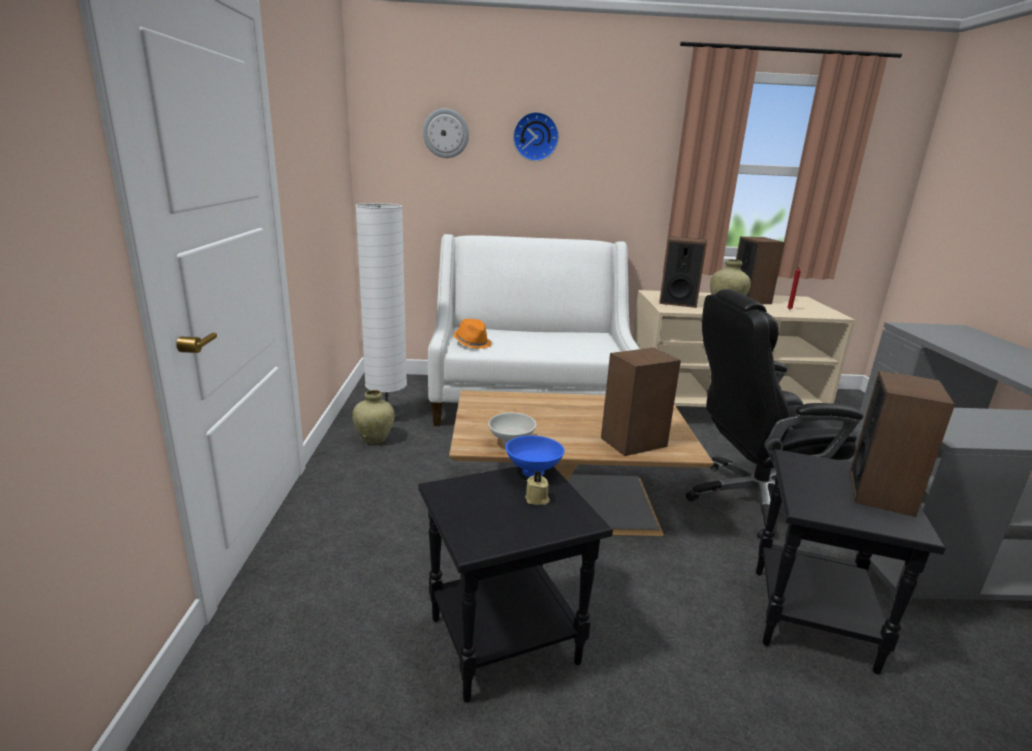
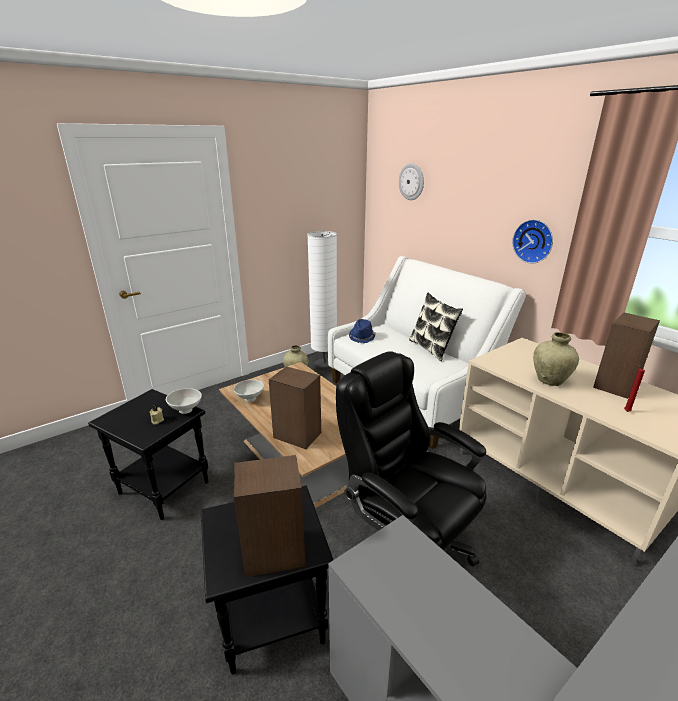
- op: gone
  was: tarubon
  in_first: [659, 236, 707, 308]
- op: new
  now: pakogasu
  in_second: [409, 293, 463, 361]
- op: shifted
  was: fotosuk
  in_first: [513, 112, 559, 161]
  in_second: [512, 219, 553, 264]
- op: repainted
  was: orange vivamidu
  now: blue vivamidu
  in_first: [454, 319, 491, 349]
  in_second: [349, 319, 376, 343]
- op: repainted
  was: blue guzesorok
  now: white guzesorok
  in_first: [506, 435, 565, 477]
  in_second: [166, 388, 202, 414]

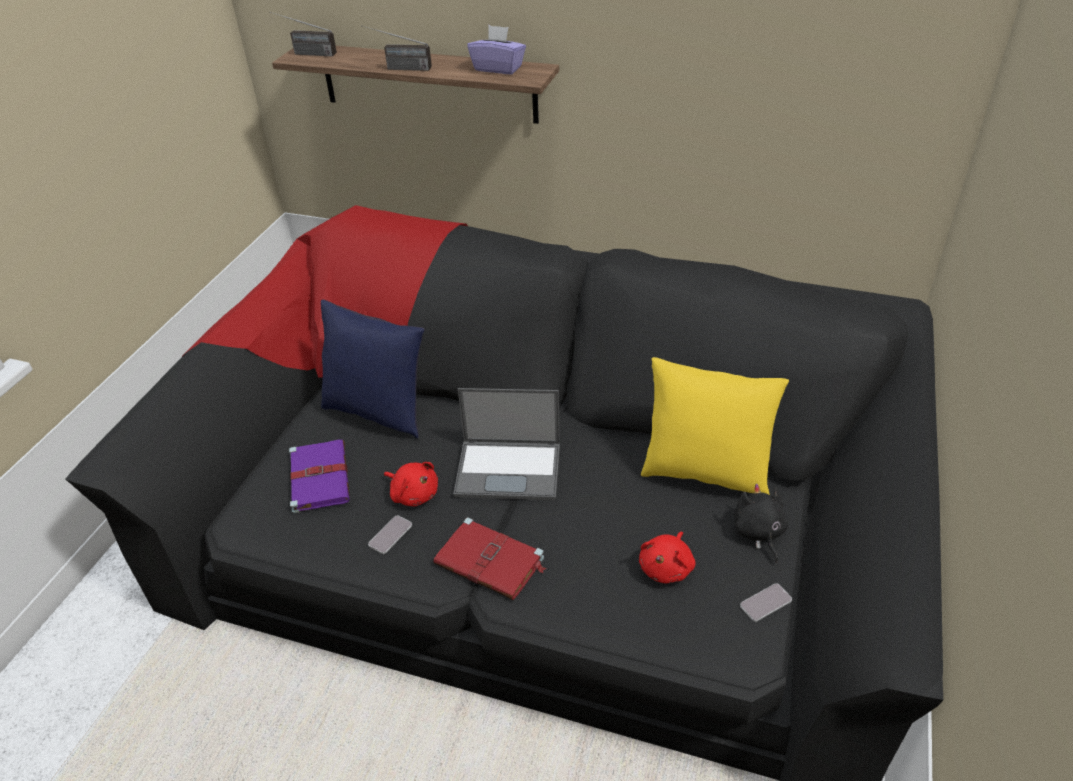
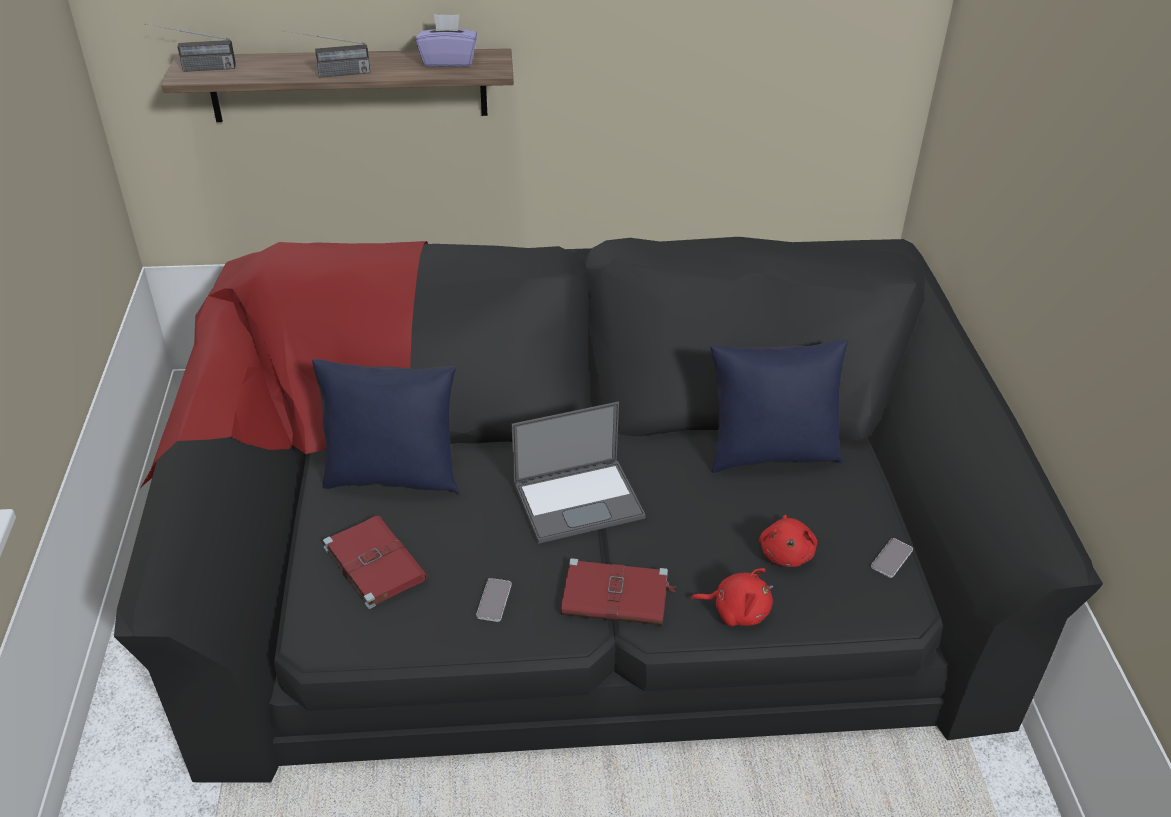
- op: gone
  was: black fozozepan
  in_first: [734, 483, 788, 563]
- op: shifted
  was: red fozozepan
  in_first: [384, 462, 438, 506]
  in_second: [691, 568, 773, 626]
- op: repainted
  was: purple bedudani
  now: red bedudani
  in_first: [289, 440, 350, 514]
  in_second: [323, 515, 427, 609]
- op: repainted
  was: yellow pakogasu
  now: blue pakogasu
  in_first: [641, 357, 789, 495]
  in_second: [710, 339, 848, 473]

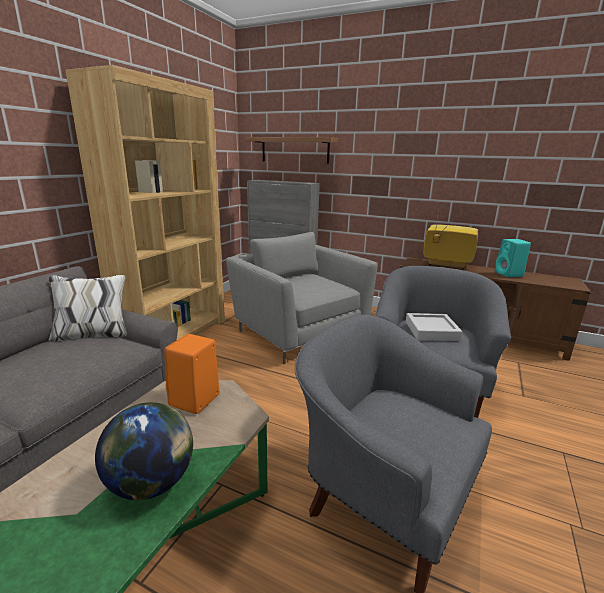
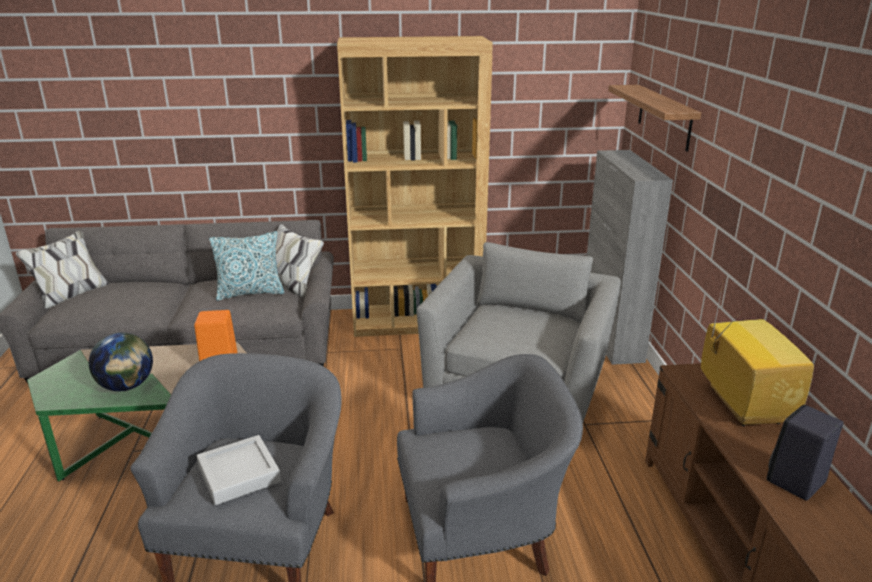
- op: new
  now: pakogasu
  in_second: [209, 231, 285, 301]
- op: shifted
  was: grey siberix
  in_first: [406, 313, 462, 341]
  in_second: [197, 435, 281, 505]
- op: repainted
  was: turquoise tarubon
  now: black tarubon
  in_first: [495, 239, 531, 277]
  in_second: [766, 405, 843, 501]

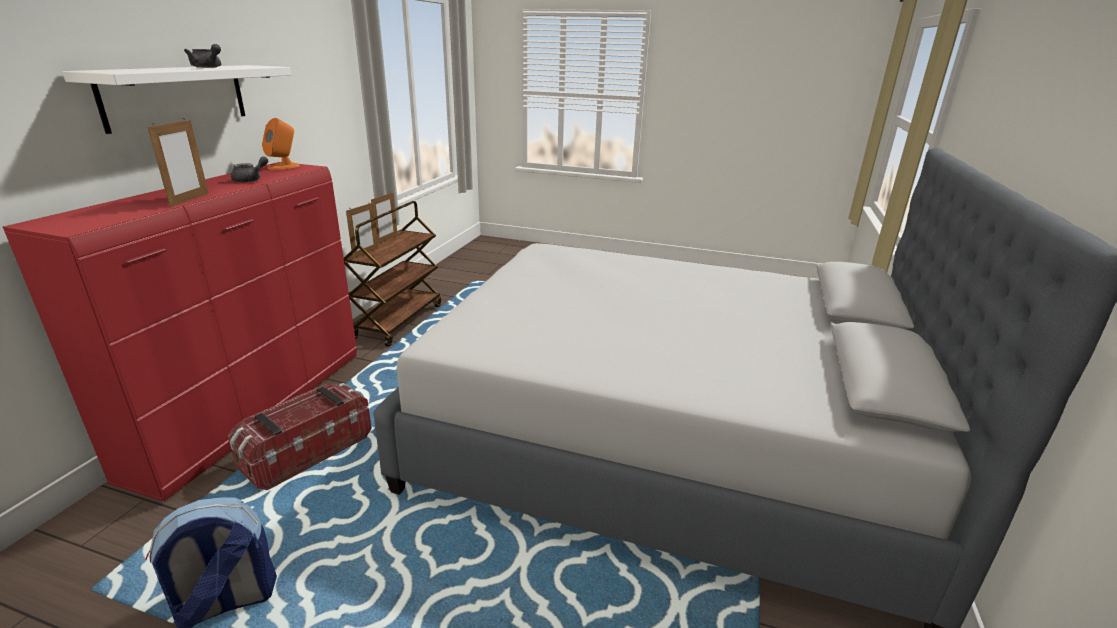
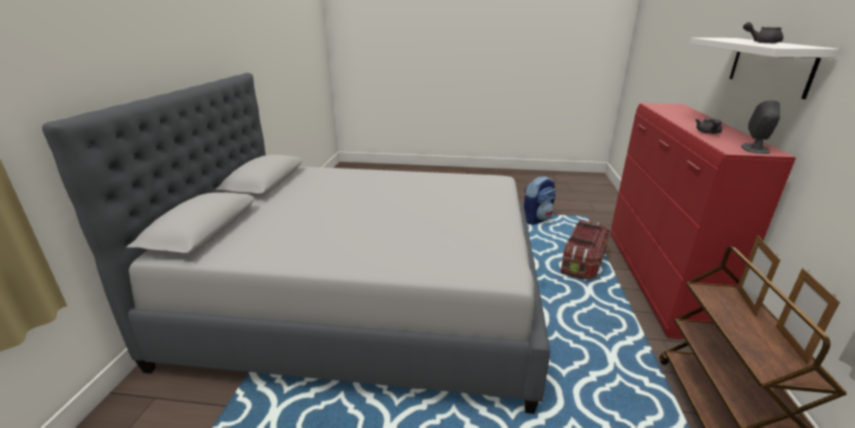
- op: gone
  was: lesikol
  in_first: [148, 119, 209, 207]
- op: repainted
  was: orange tarubon
  now: grey tarubon
  in_first: [262, 118, 300, 170]
  in_second: [741, 100, 780, 154]

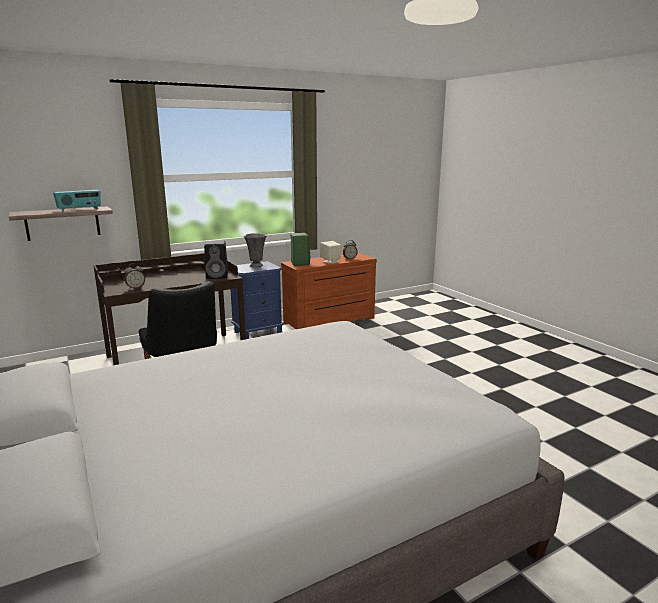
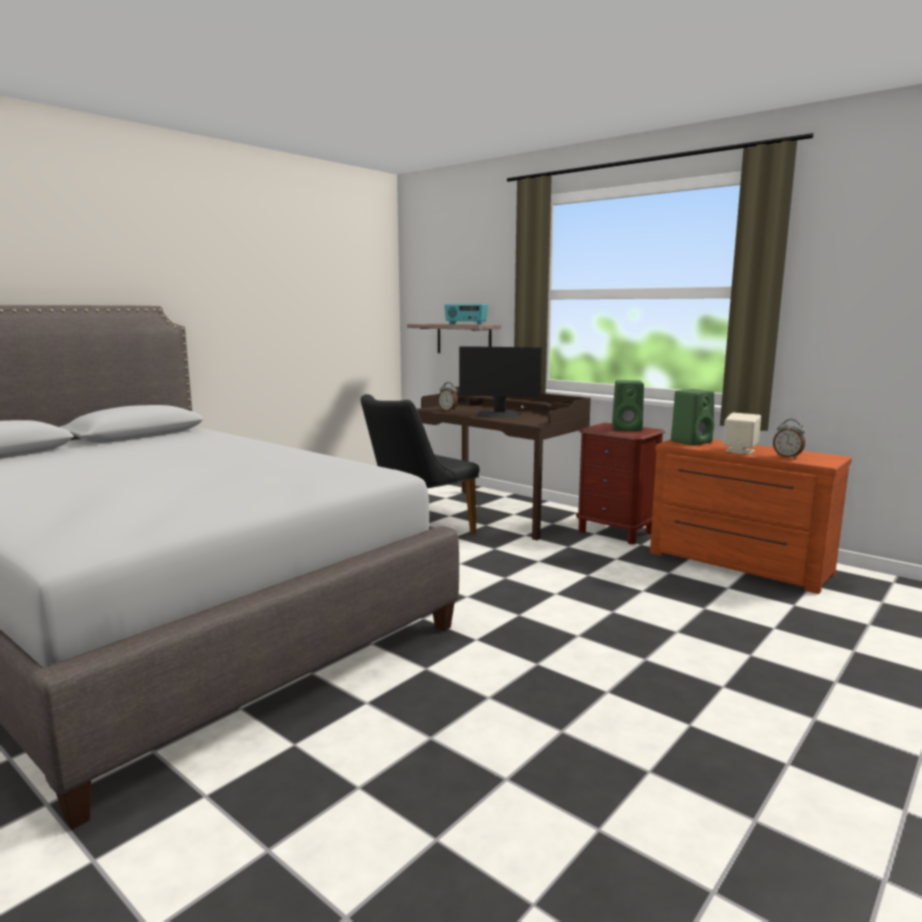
- op: gone
  was: black tarubon
  in_first: [204, 241, 228, 279]
- op: new
  now: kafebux
  in_second: [459, 346, 542, 418]
- op: swapped
  was: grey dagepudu
  now: green tarubon
  in_first: [244, 233, 267, 267]
  in_second: [612, 380, 644, 431]
- op: repainted
  was: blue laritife
  now: brown laritife
  in_first: [230, 261, 284, 339]
  in_second: [576, 423, 665, 544]

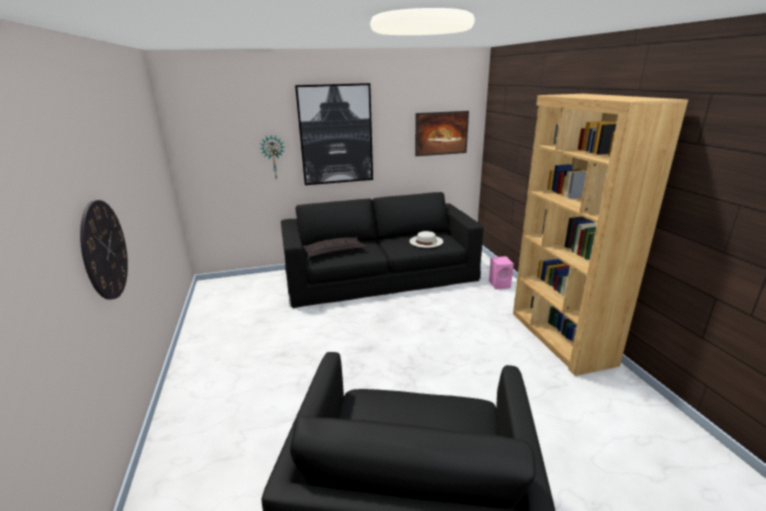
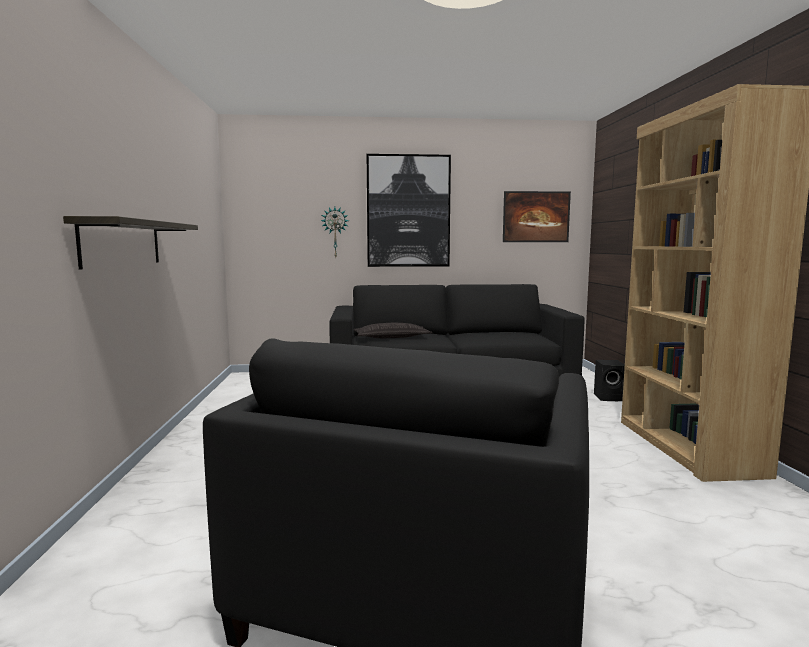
- op: gone
  was: white vivamidu
  in_first: [410, 231, 443, 248]
- op: swapped
  was: fotosuk
  now: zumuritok
  in_first: [80, 200, 128, 300]
  in_second: [63, 216, 198, 270]
- op: repainted
  was: pink tarubon
  now: black tarubon
  in_first: [489, 256, 514, 289]
  in_second: [594, 360, 625, 401]

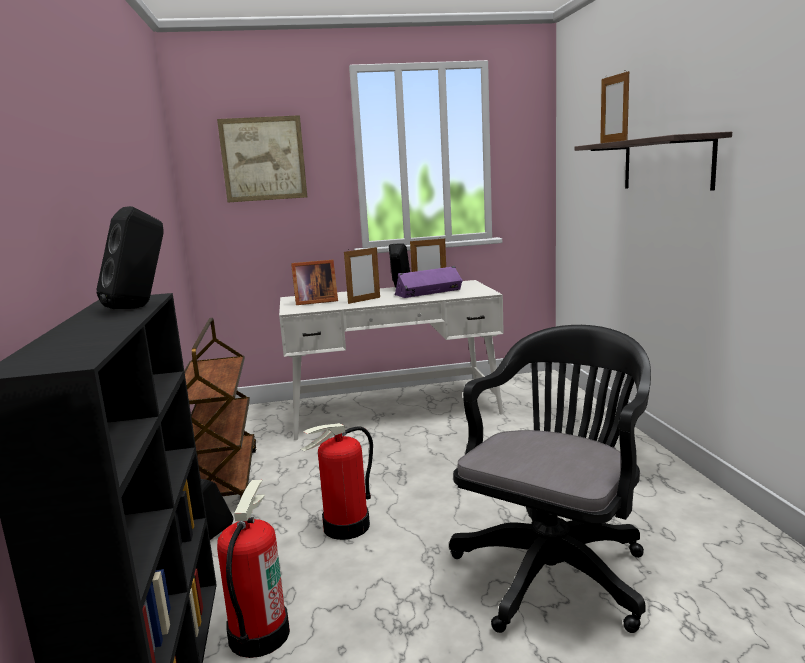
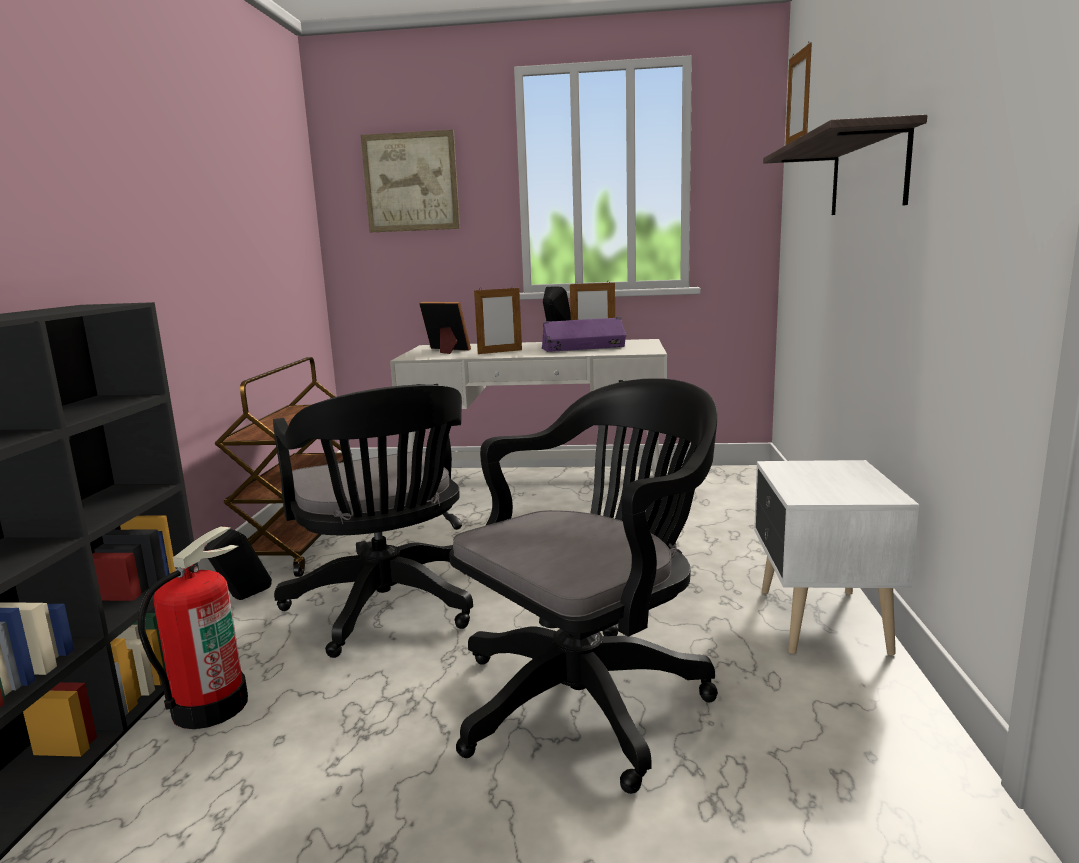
- op: gone
  was: black tarubon
  in_first: [96, 206, 164, 309]
- op: new
  now: white laritife
  in_second: [754, 460, 919, 656]
- op: swapped
  was: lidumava
  now: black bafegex
  in_first: [301, 423, 373, 540]
  in_second: [273, 385, 473, 658]
- op: rotated
  was: lesikol
  in_first: [291, 260, 338, 305]
  in_second: [419, 302, 471, 354]
  clockwise: -150

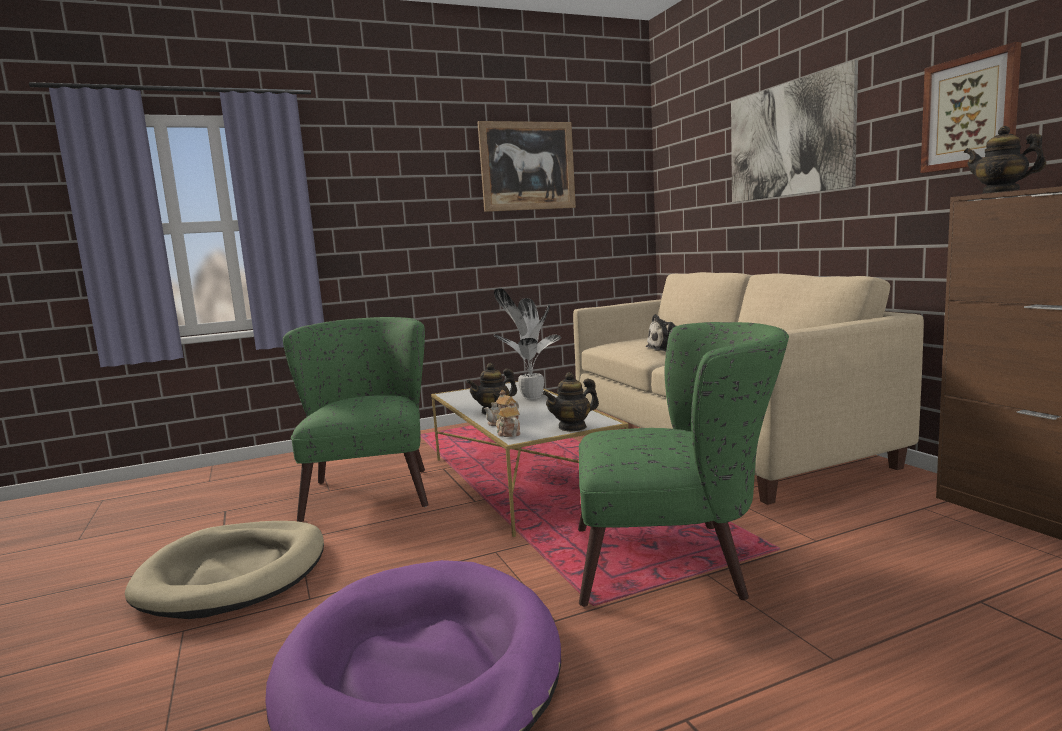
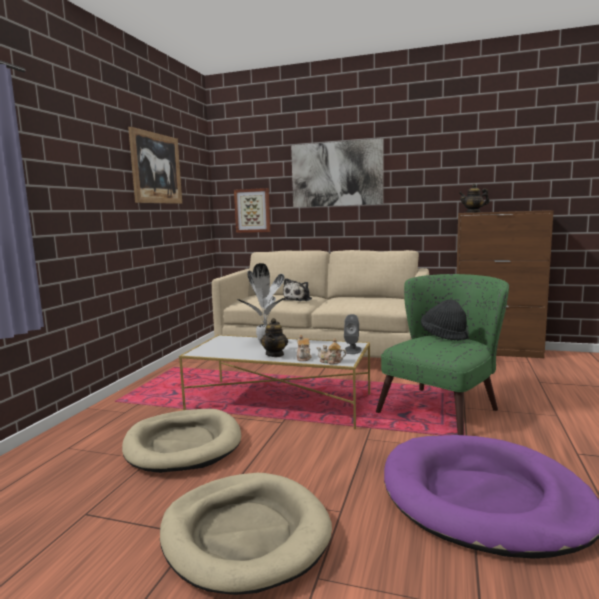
- op: new
  now: black vivamidu
  in_second: [421, 299, 468, 341]
- op: shifted
  was: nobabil
  in_first: [921, 42, 1022, 173]
  in_second: [234, 188, 270, 233]
- op: swapped
  was: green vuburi
  now: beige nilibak
  in_first: [283, 317, 429, 522]
  in_second: [122, 409, 241, 473]
- op: swapped
  was: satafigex
  now: grey tarubon
  in_first: [542, 372, 599, 432]
  in_second: [344, 314, 361, 354]

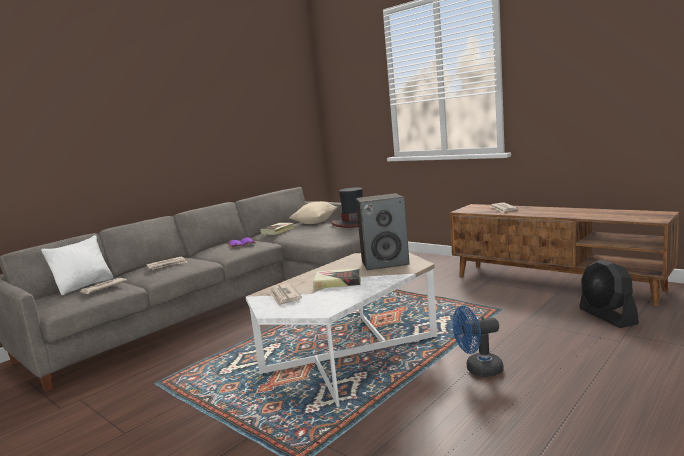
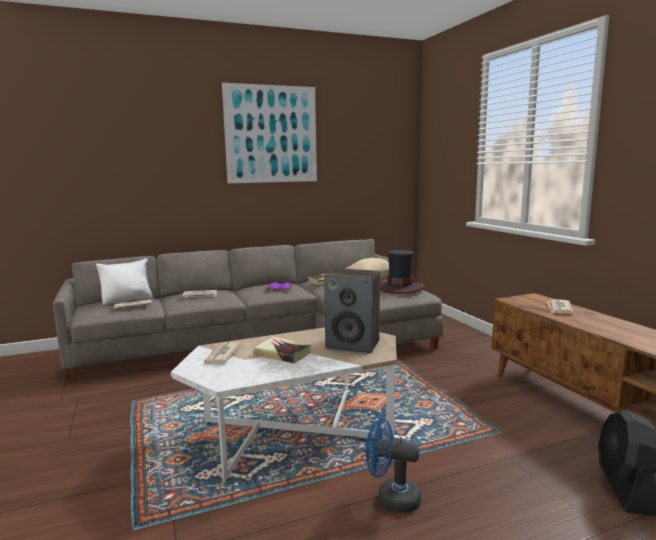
- op: new
  now: nobabil
  in_second: [222, 83, 317, 183]

